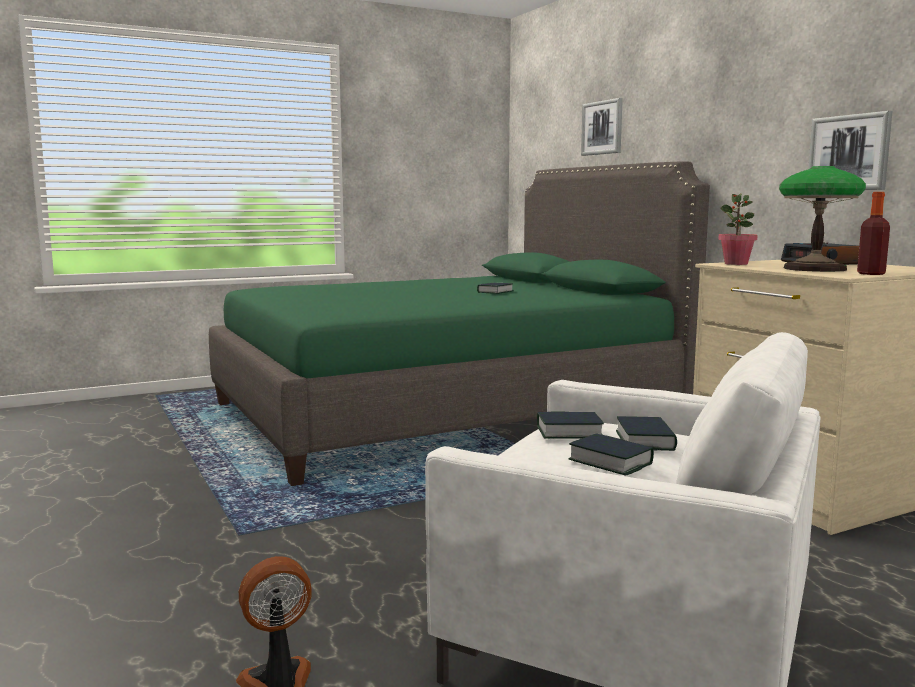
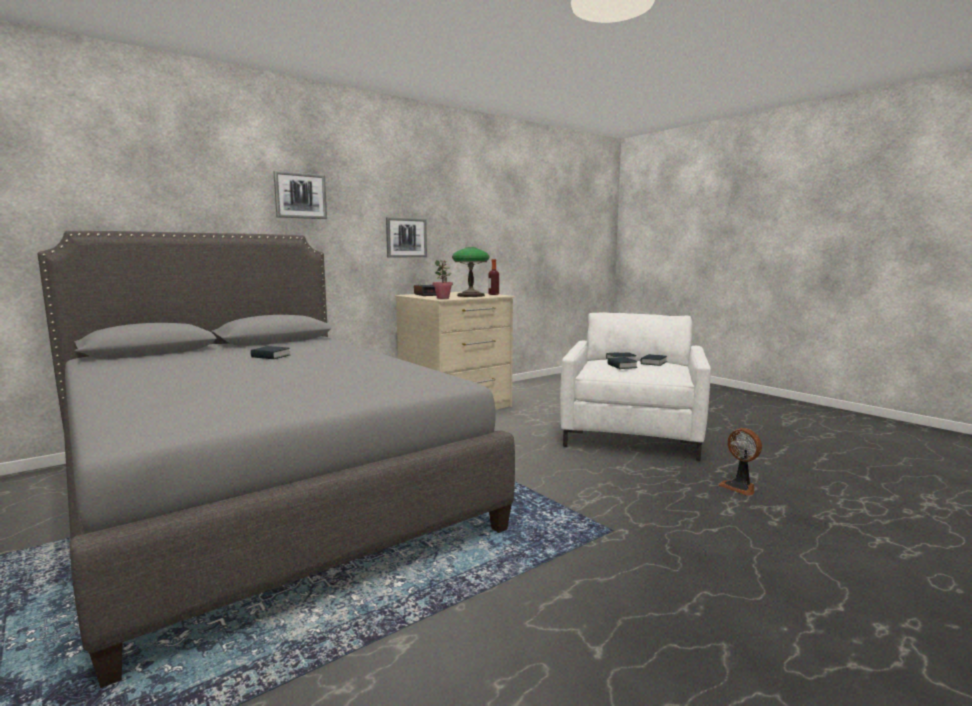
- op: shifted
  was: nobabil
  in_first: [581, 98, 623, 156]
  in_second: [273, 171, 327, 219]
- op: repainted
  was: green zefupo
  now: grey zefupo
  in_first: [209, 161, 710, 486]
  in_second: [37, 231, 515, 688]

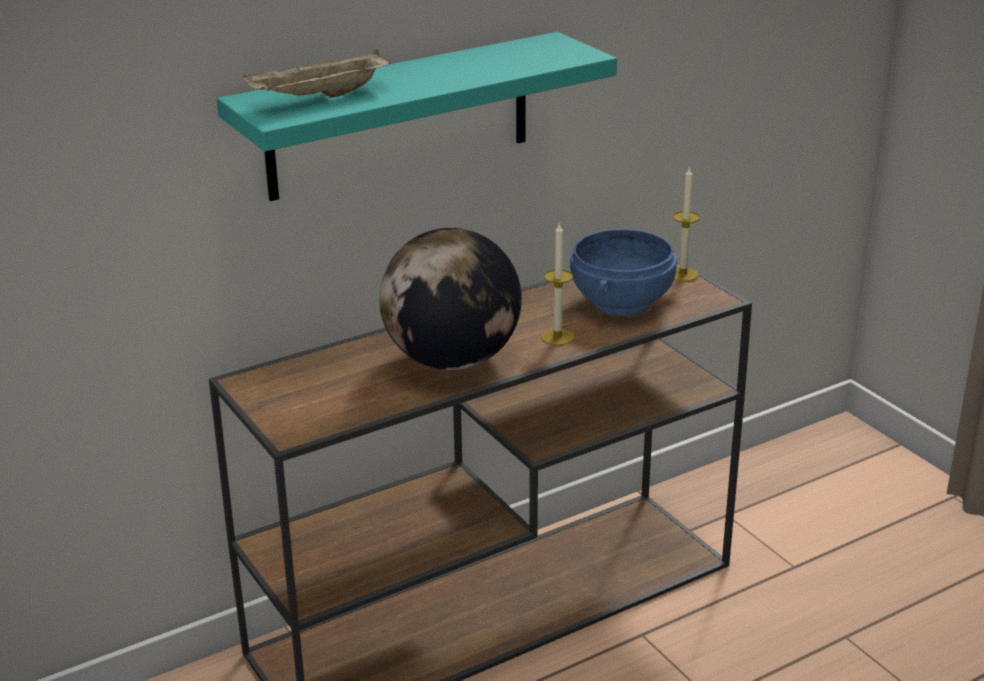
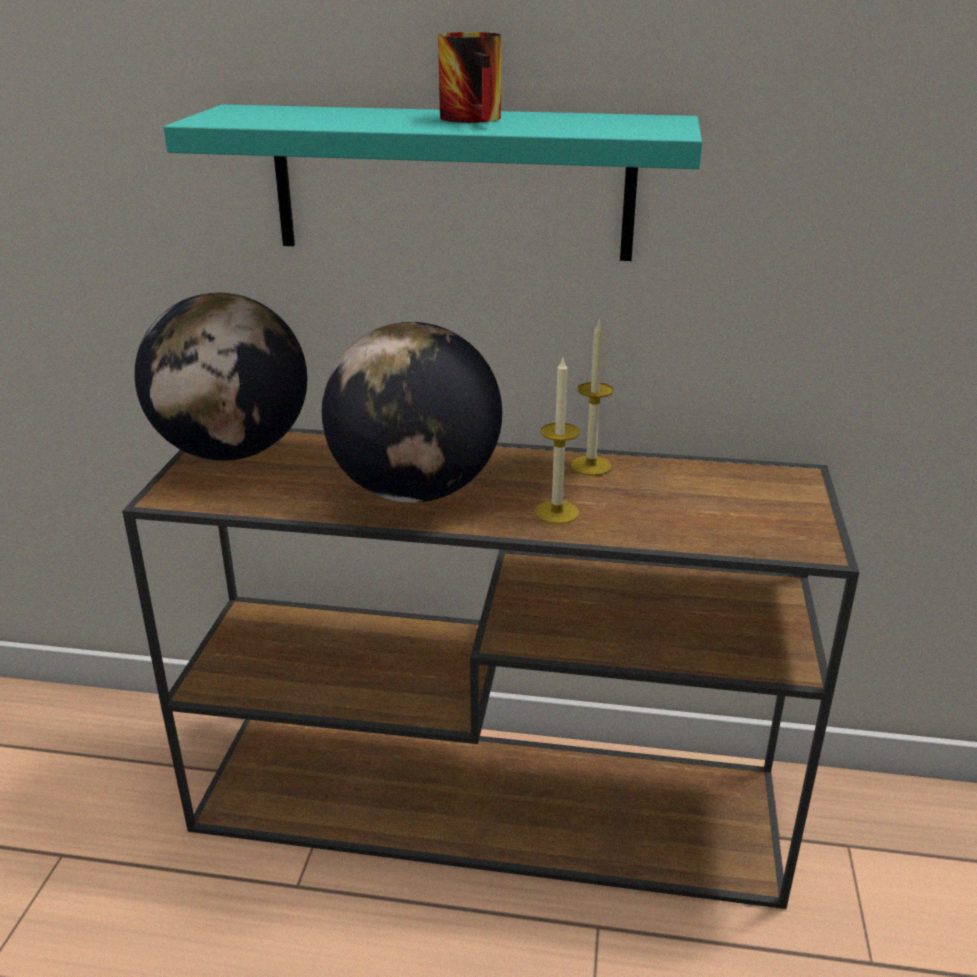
- op: gone
  was: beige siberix
  in_first: [243, 49, 391, 98]
- op: gone
  was: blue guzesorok
  in_first: [570, 229, 677, 316]
- op: new
  now: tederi
  in_second: [134, 293, 307, 461]
- op: new
  now: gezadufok
  in_second: [438, 32, 501, 123]
- op: shifted
  was: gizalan
  in_first: [673, 166, 700, 281]
  in_second: [571, 321, 613, 476]

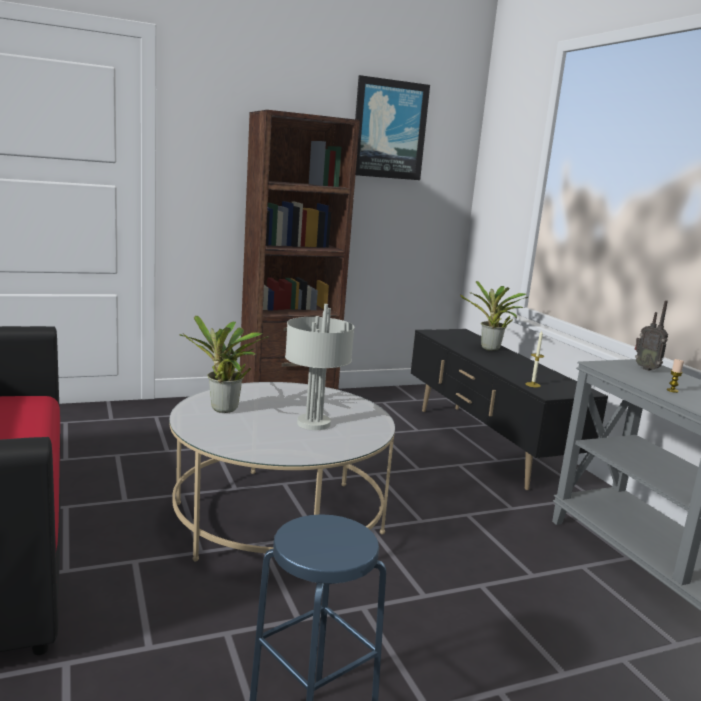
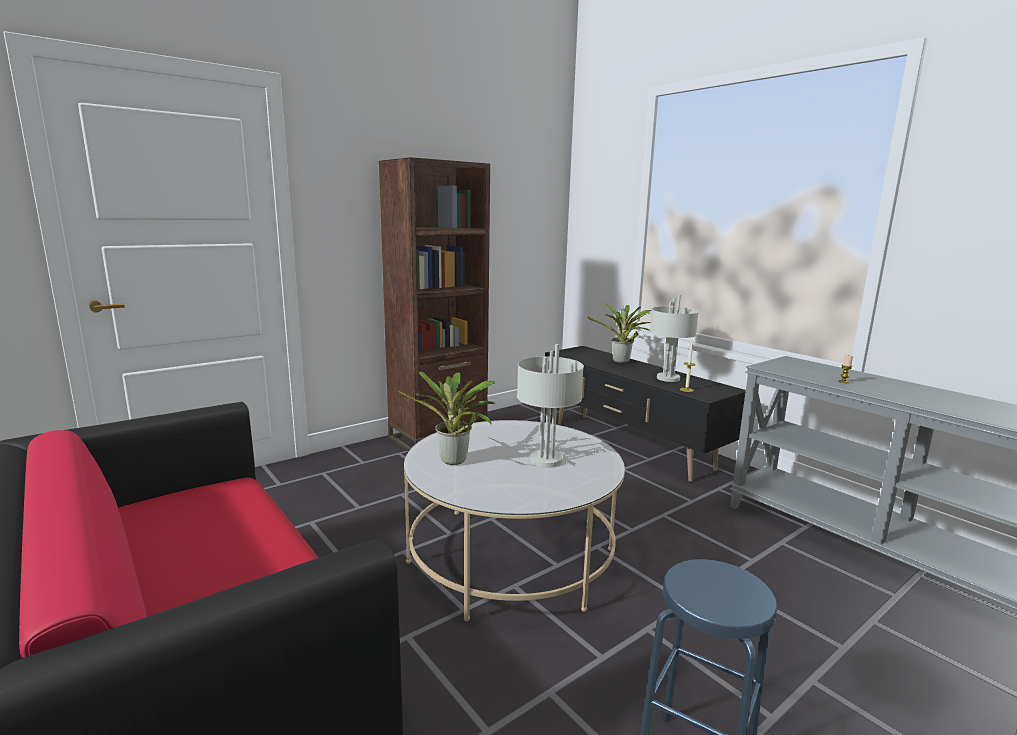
- op: gone
  was: nobabil
  in_first: [355, 75, 430, 180]
- op: gone
  was: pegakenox
  in_first: [634, 300, 668, 371]
- op: new
  now: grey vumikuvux
  in_second: [650, 295, 699, 382]

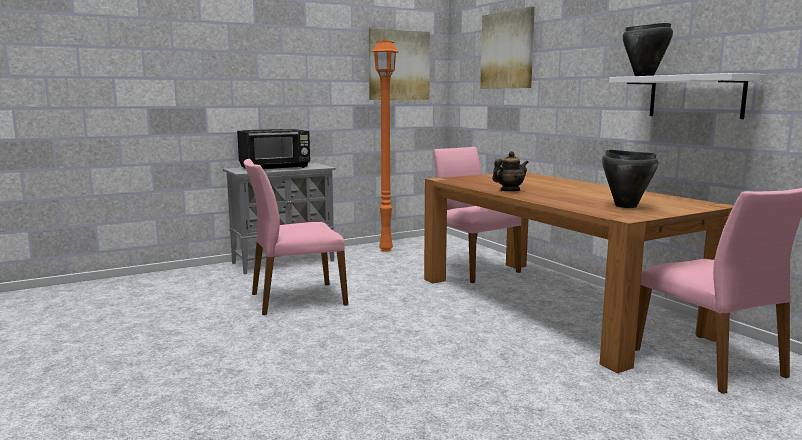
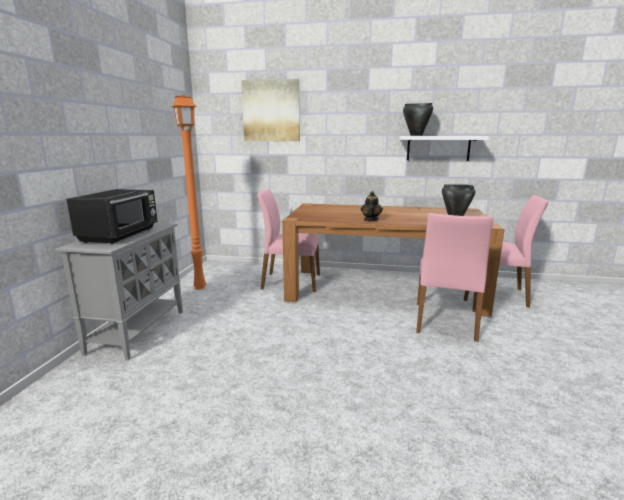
- op: gone
  was: nobabil
  in_first: [369, 28, 430, 100]
- op: shifted
  was: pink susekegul
  in_first: [244, 159, 348, 315]
  in_second: [416, 213, 493, 342]

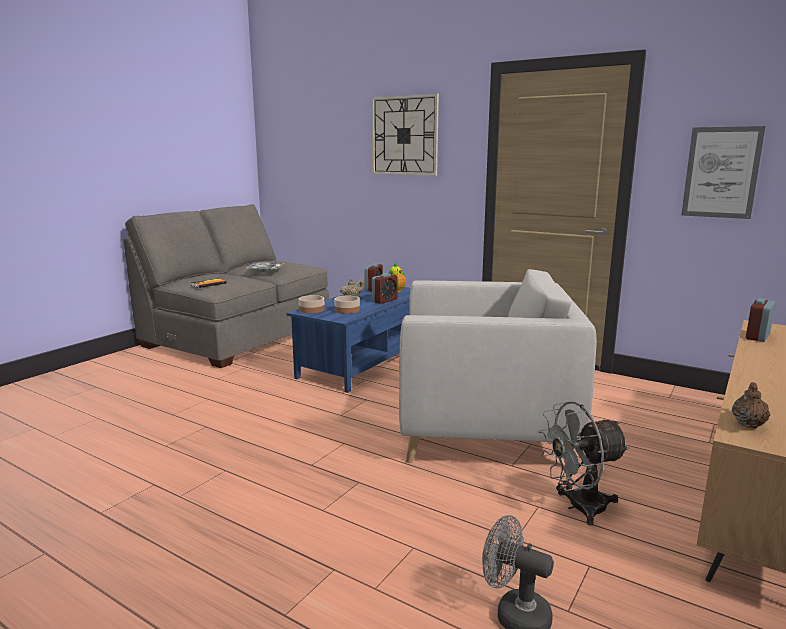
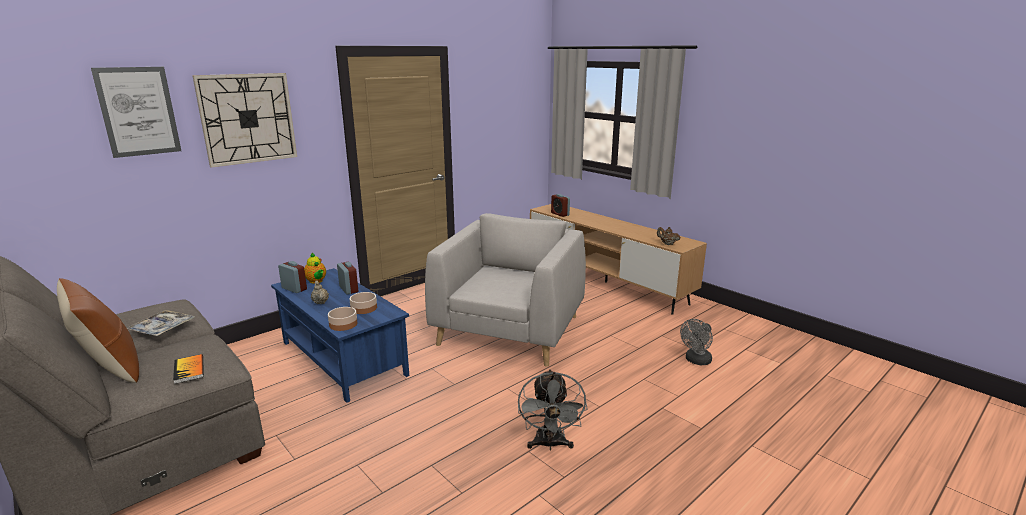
- op: new
  now: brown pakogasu
  in_second: [57, 278, 139, 383]
- op: shifted
  was: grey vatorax
  in_first: [538, 401, 630, 526]
  in_second: [518, 369, 587, 451]
- op: shifted
  was: nobabil
  in_first: [681, 126, 765, 219]
  in_second: [91, 67, 181, 158]

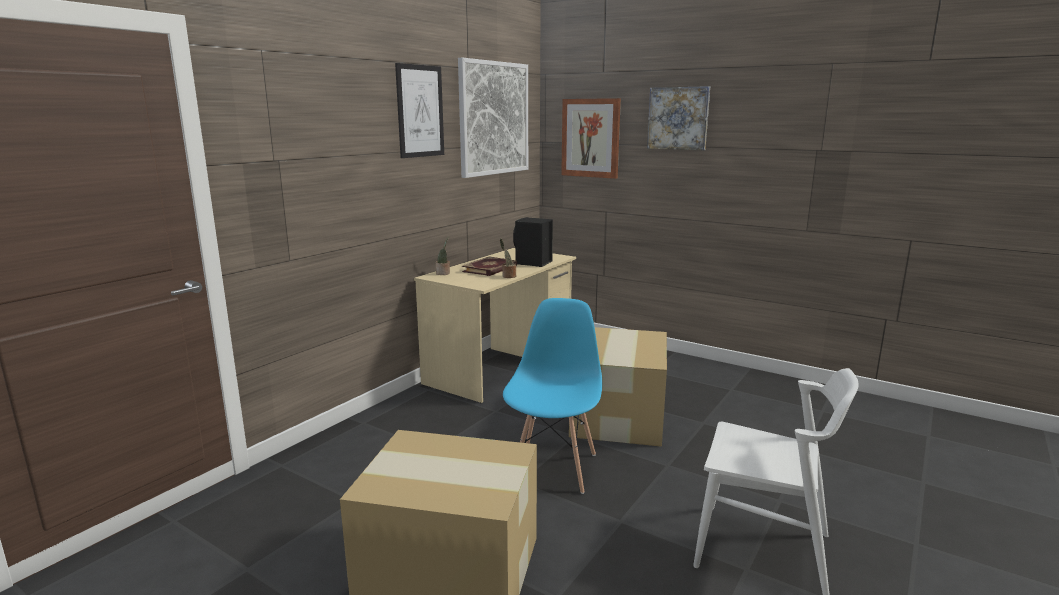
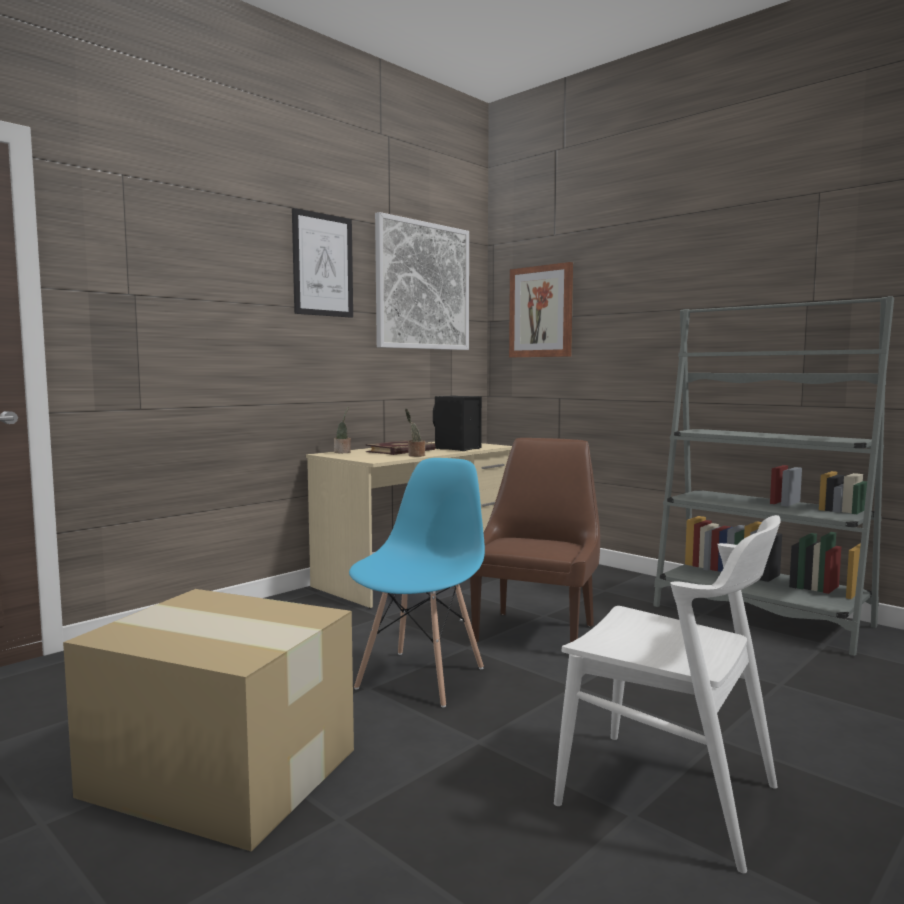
- op: gone
  was: nobabil
  in_first: [647, 86, 710, 150]
- op: new
  now: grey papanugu
  in_second: [653, 296, 894, 656]
- op: swapped
  was: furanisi
  now: brown susekegul
  in_first: [569, 327, 667, 447]
  in_second: [470, 438, 600, 642]

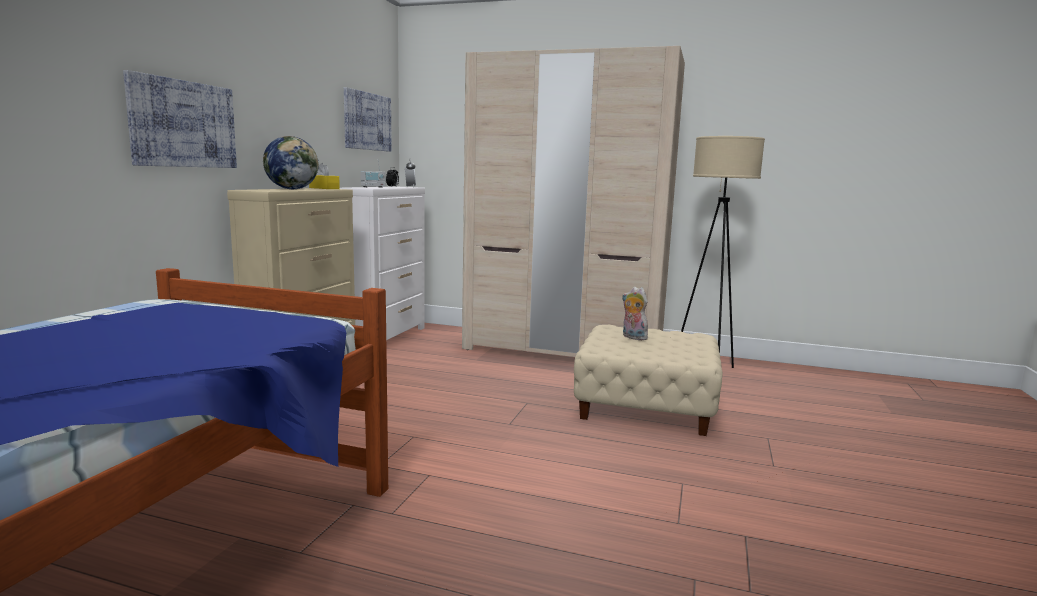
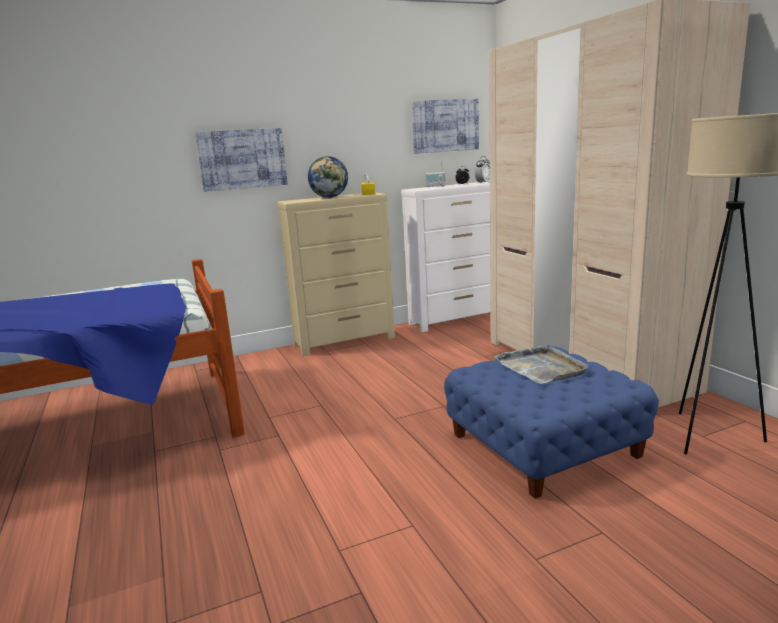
- op: swapped
  was: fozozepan
  now: grey siberix
  in_first: [622, 287, 648, 340]
  in_second: [494, 345, 589, 384]
- op: repainted
  was: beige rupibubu
  now: blue rupibubu
  in_first: [574, 325, 723, 436]
  in_second: [444, 346, 659, 499]

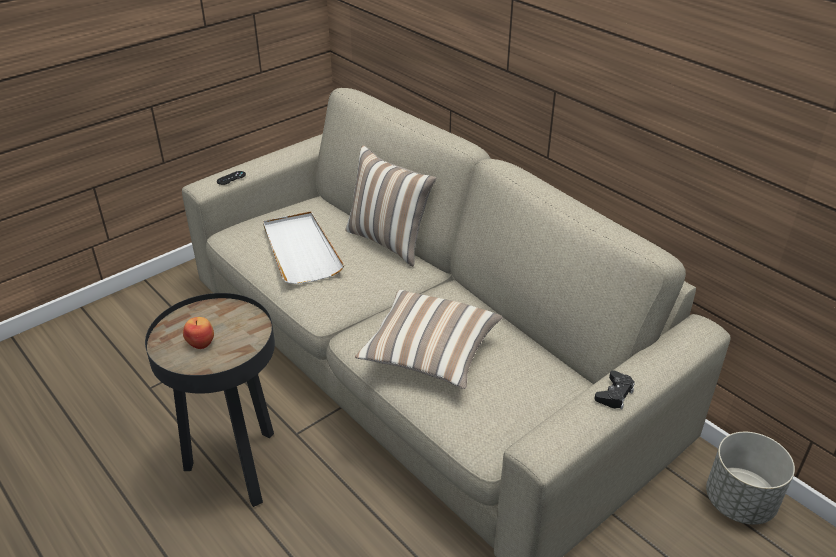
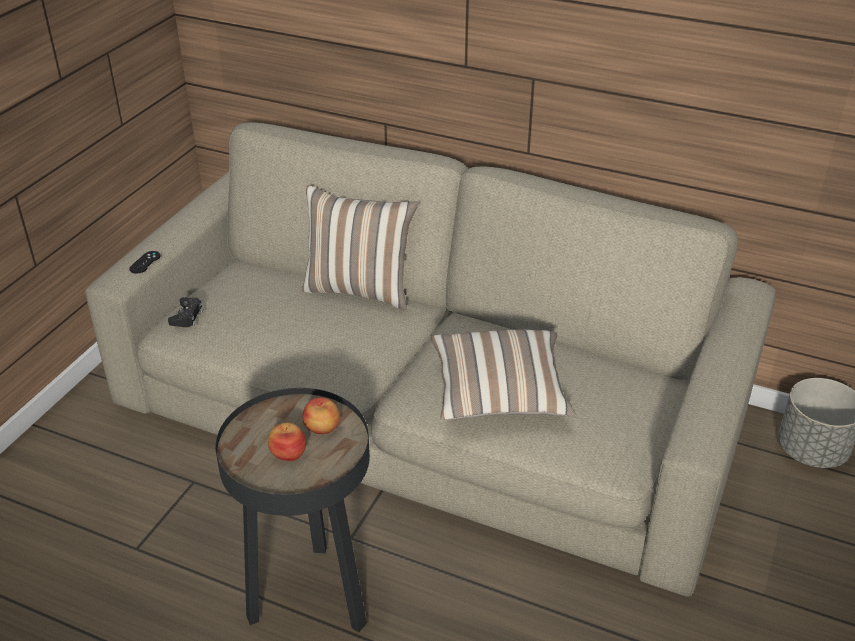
- op: gone
  was: white siberix
  in_first: [263, 212, 344, 284]
- op: new
  now: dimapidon
  in_second: [302, 397, 340, 434]
- op: shifted
  was: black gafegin
  in_first: [594, 370, 635, 409]
  in_second: [168, 297, 204, 327]

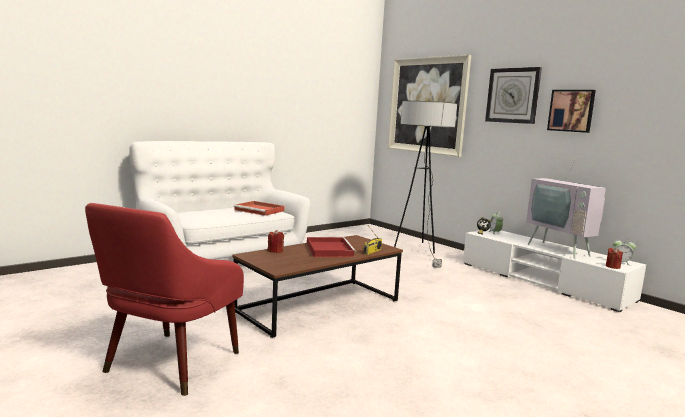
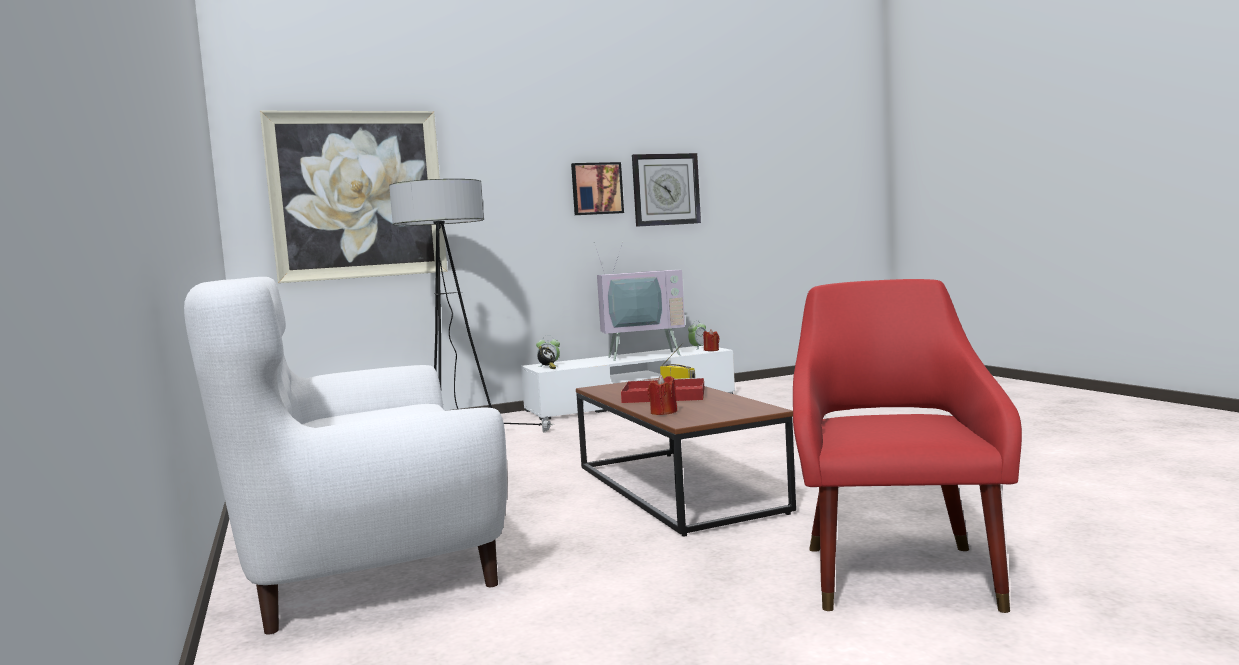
- op: gone
  was: red siberix
  in_first: [234, 201, 285, 216]
- op: shifted
  was: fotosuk
  in_first: [485, 67, 542, 124]
  in_second: [632, 153, 701, 227]
- op: rotated
  was: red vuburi
  in_first: [85, 203, 244, 396]
  in_second: [793, 279, 1022, 613]
  clockwise: -120

